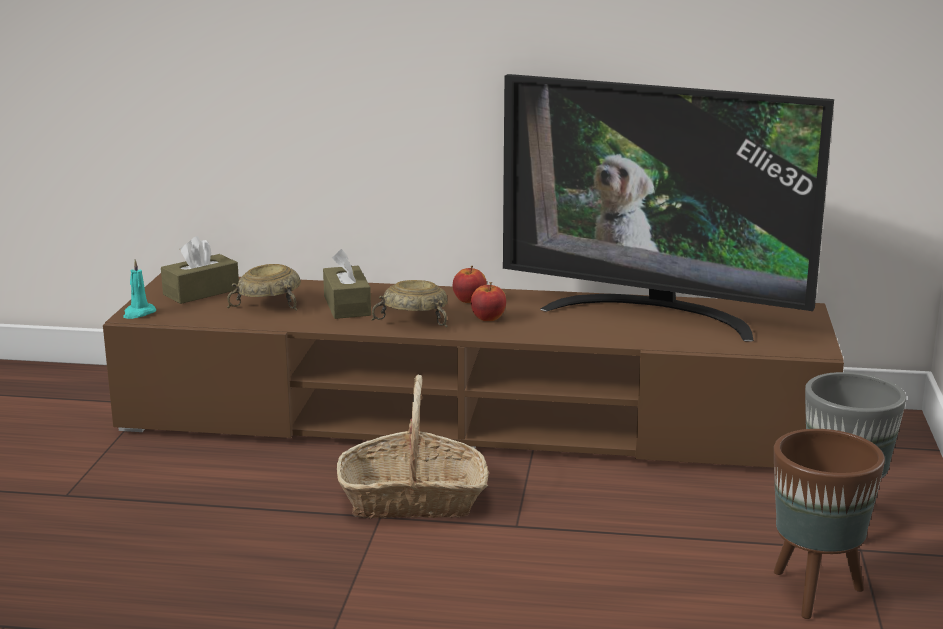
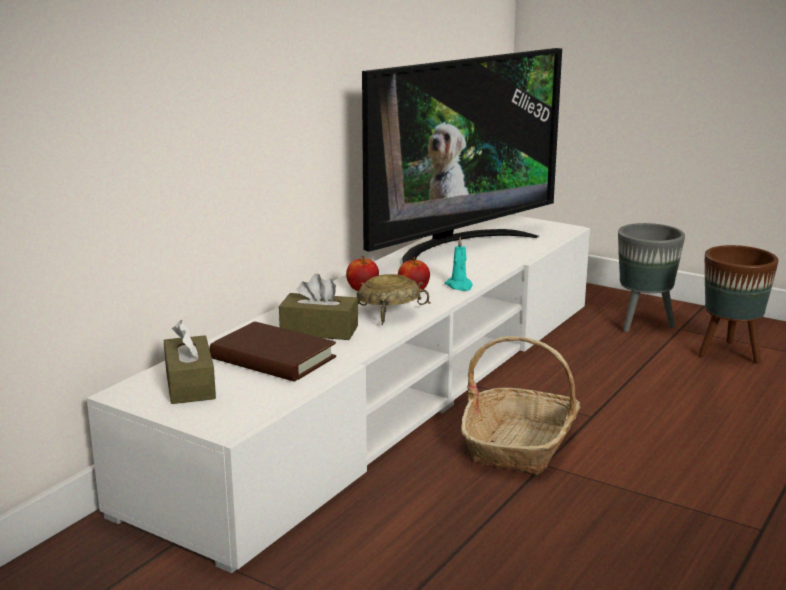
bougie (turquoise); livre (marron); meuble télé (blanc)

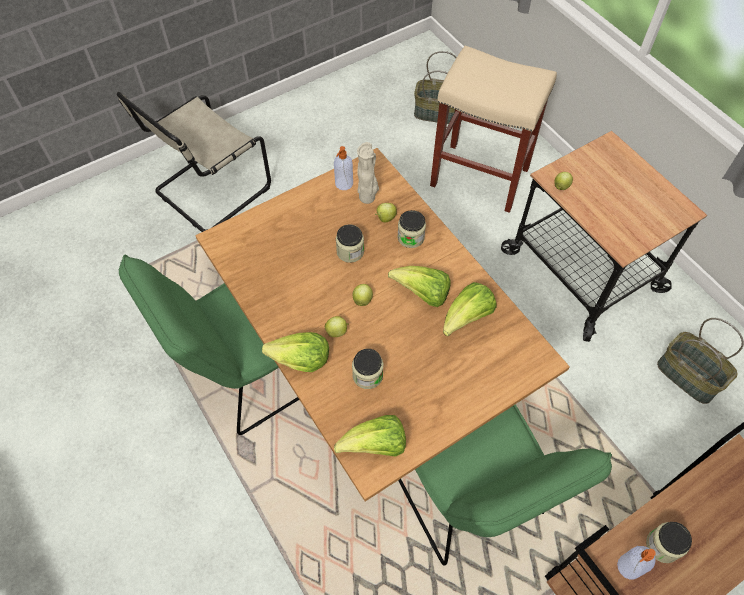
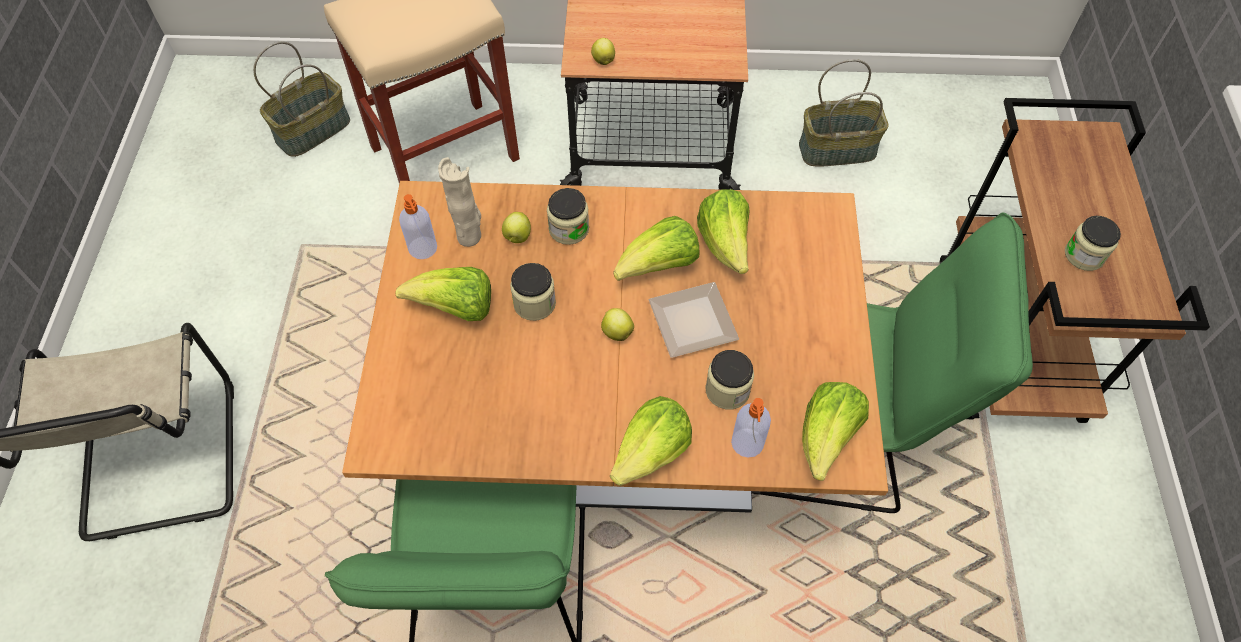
pomme (no. 1 from left in the first image); laitue (no. 1 from left); assiette; distributeur de savon (no. 2 from left)

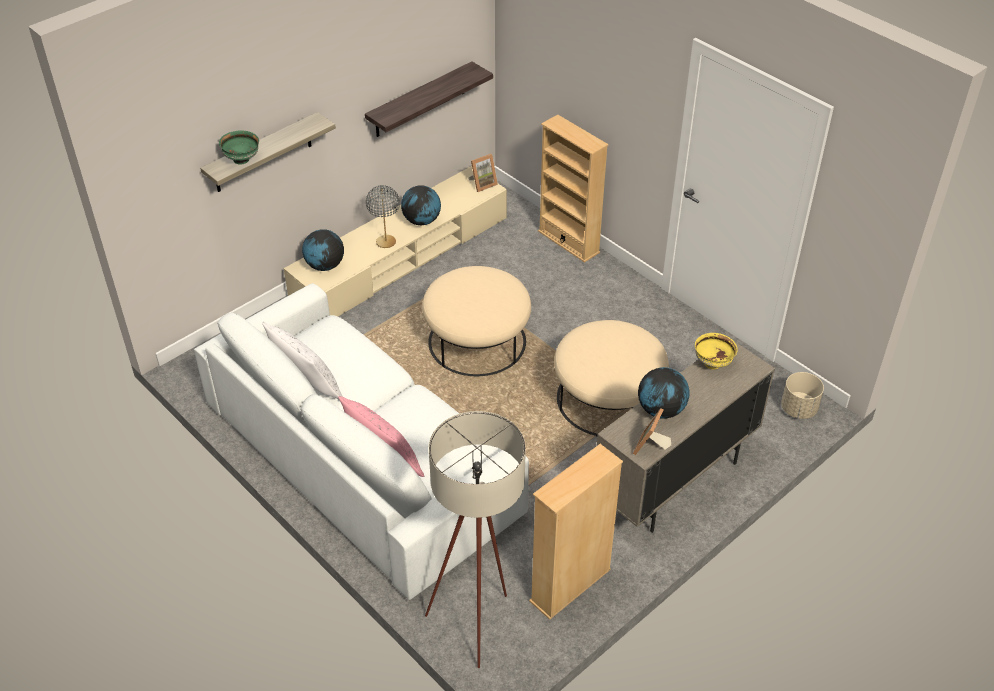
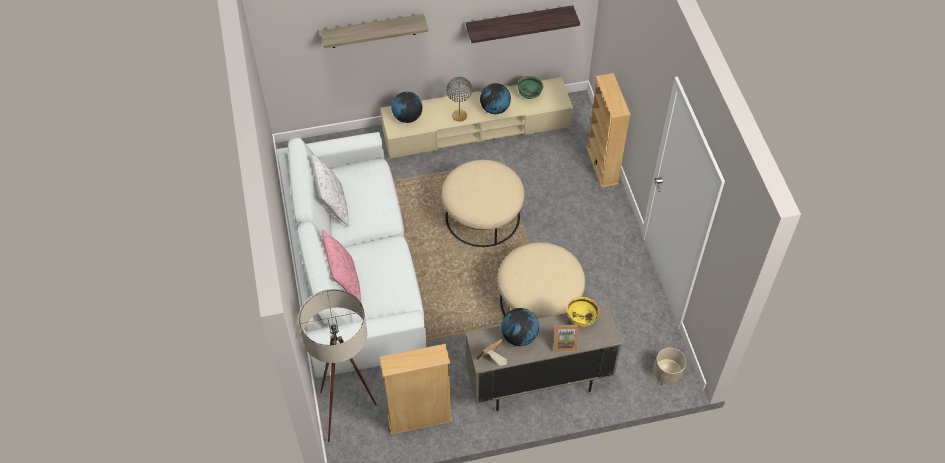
bol (vert); cadre photo (no. 2 from left)

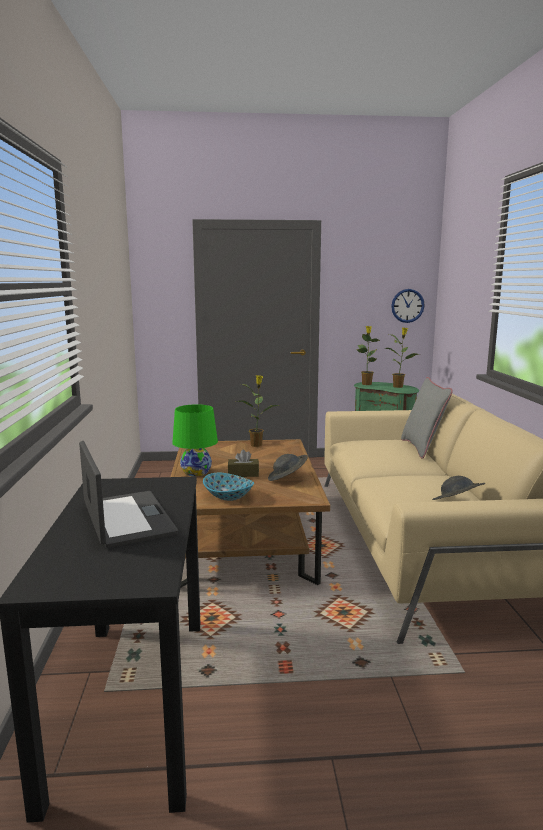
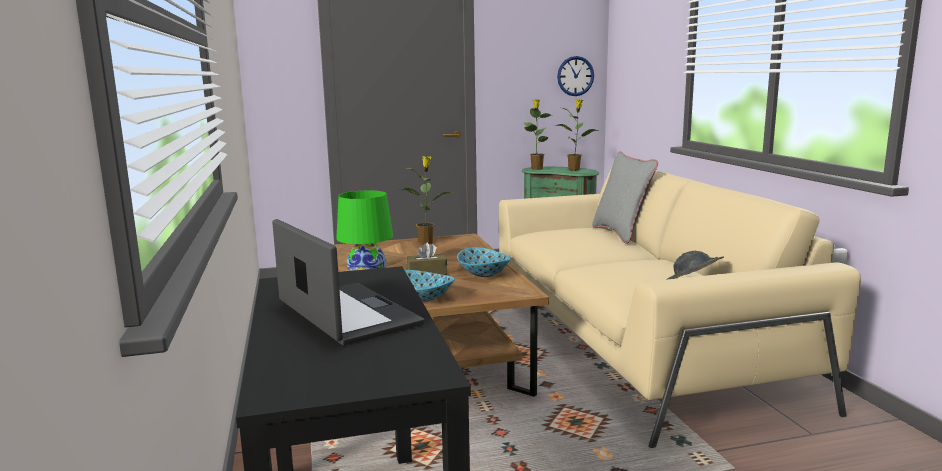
bol (no. 2 from left)

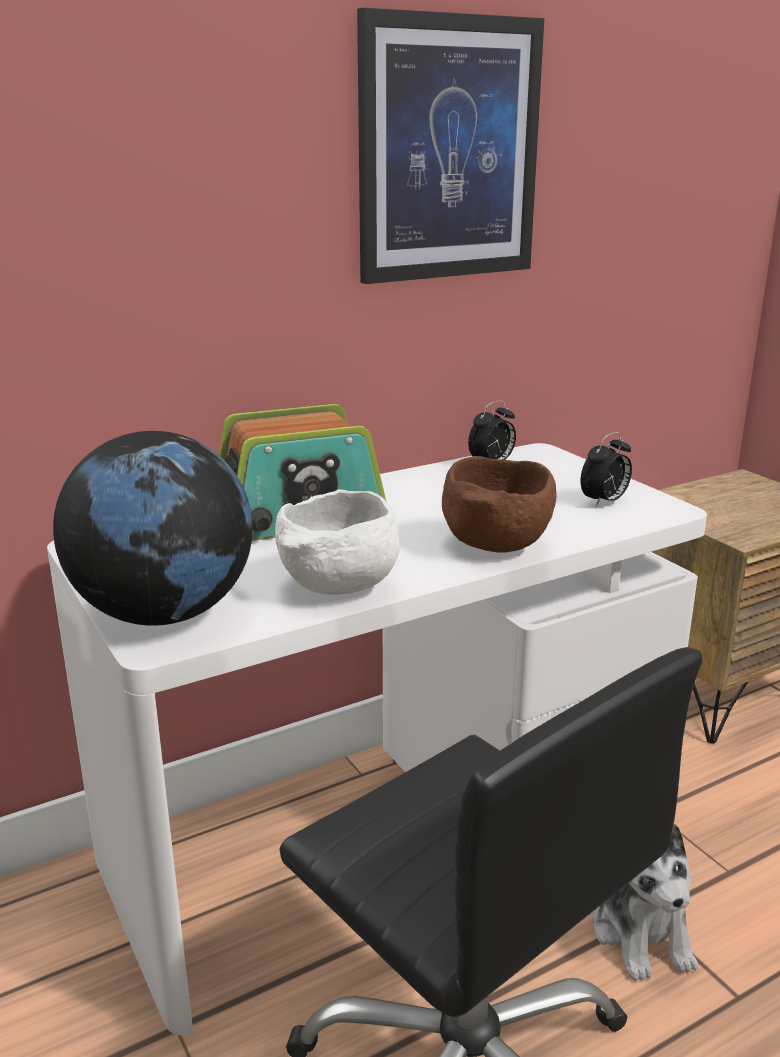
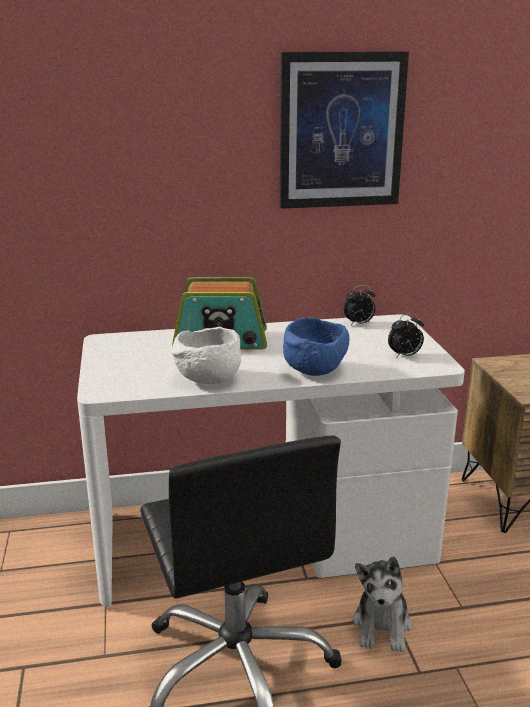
globe; bol (bleu)

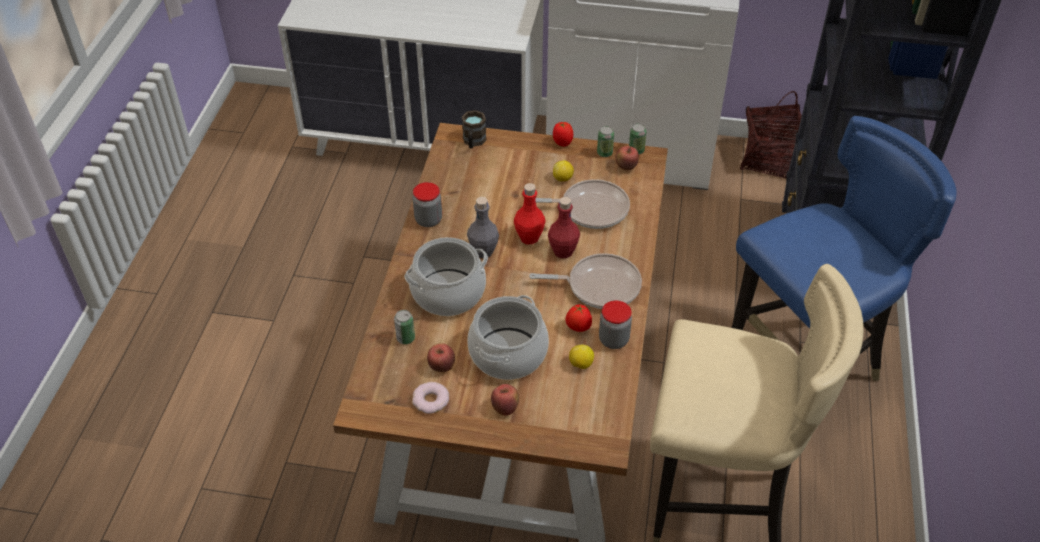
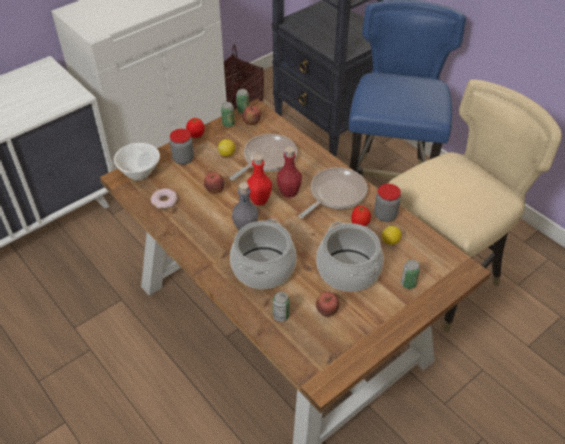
boîte métallique (no. 4 from left); beignet; bocal (no. 1 from left); pomme (no. 1 from left); bol (blanc)

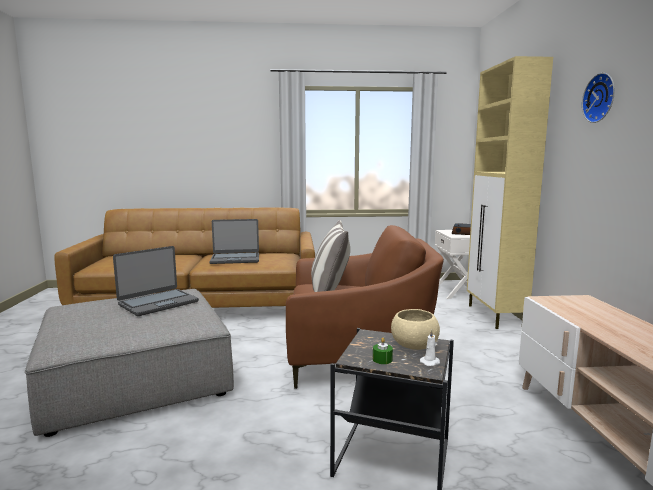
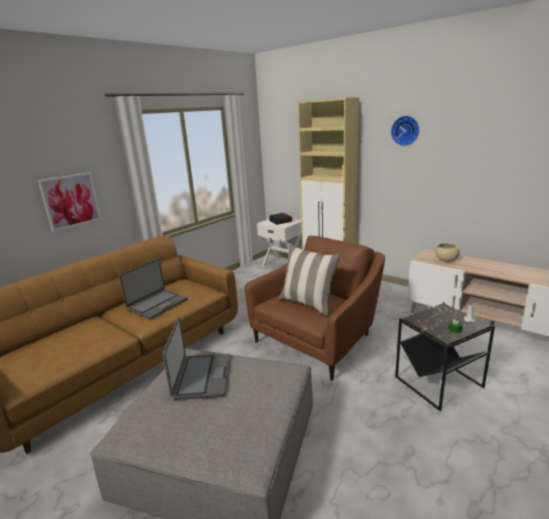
tableau; bol (beige)

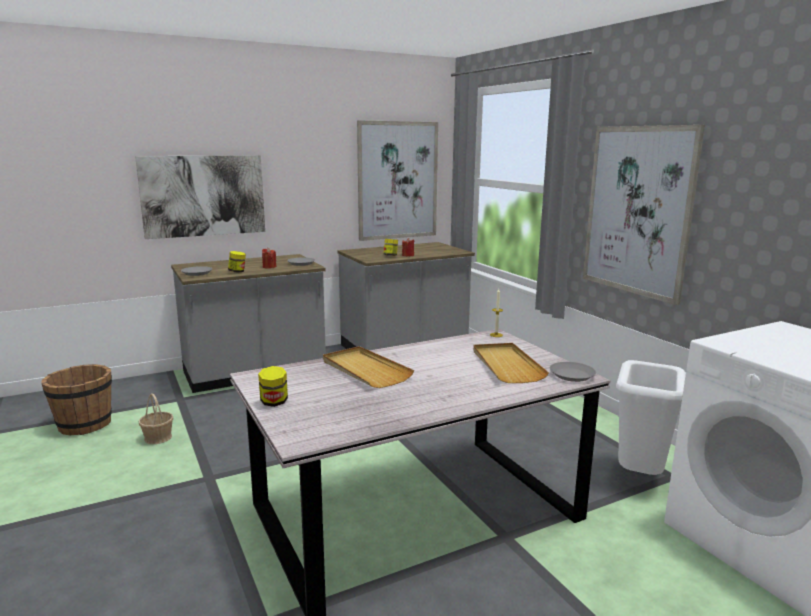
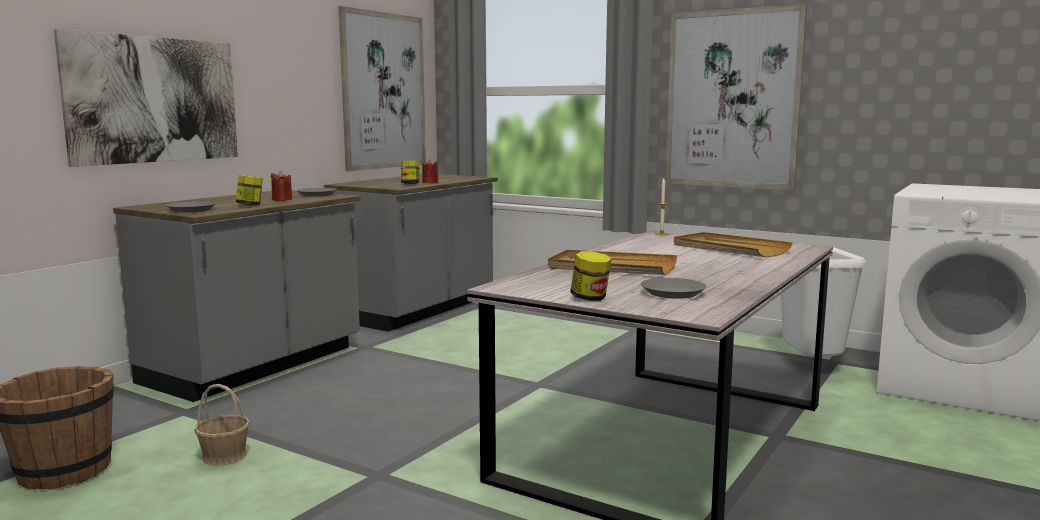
assiette (gris) (no. 3 from left)

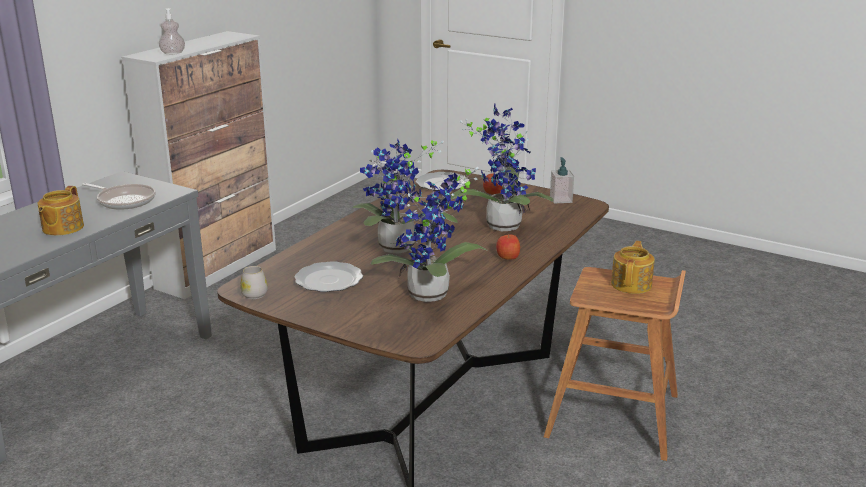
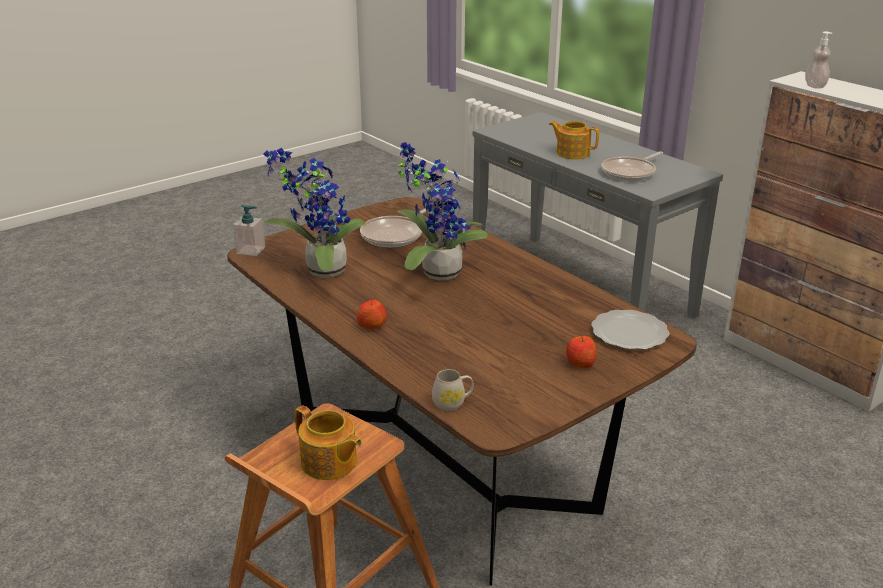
plante en pot (no. 3 from left in the first image); mug (blanc); distributeur de savon (no. 1 from left); poêle (no. 1 from left)

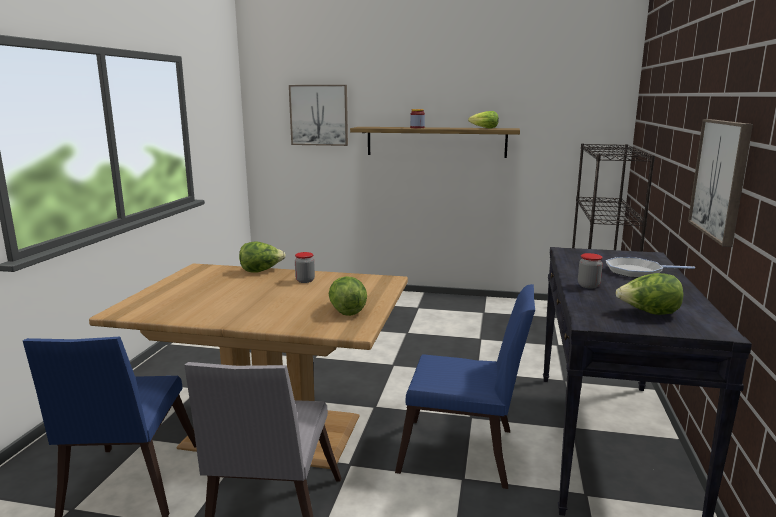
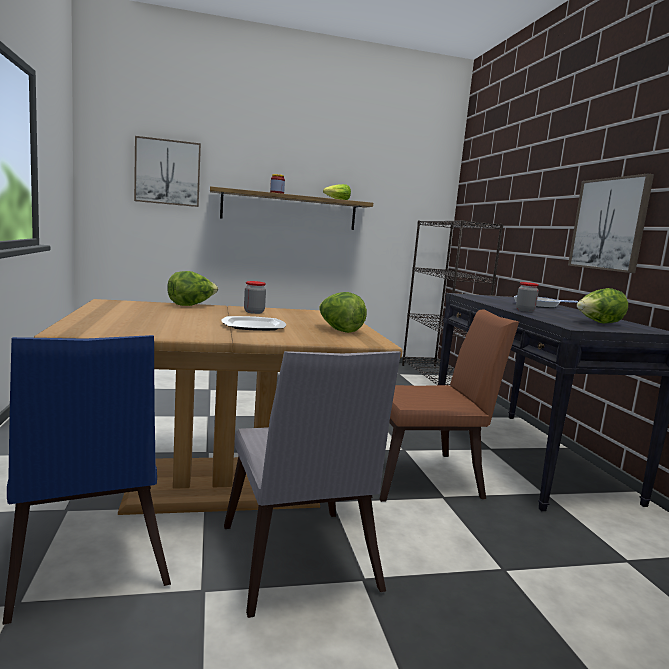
assiette; chaise (marron)

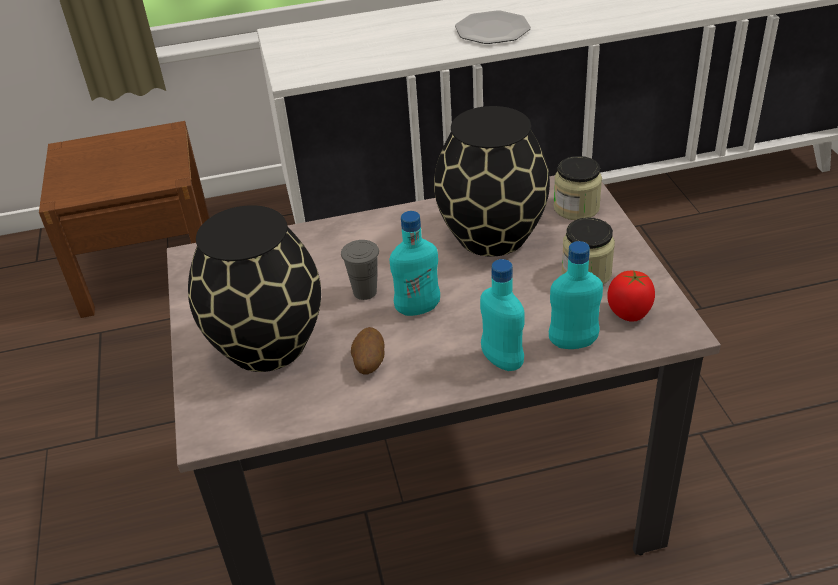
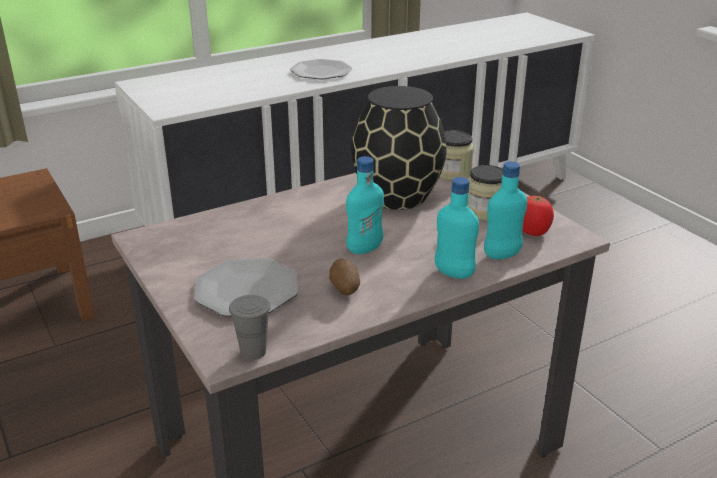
tasse (gris); assiette (no. 1 from left)

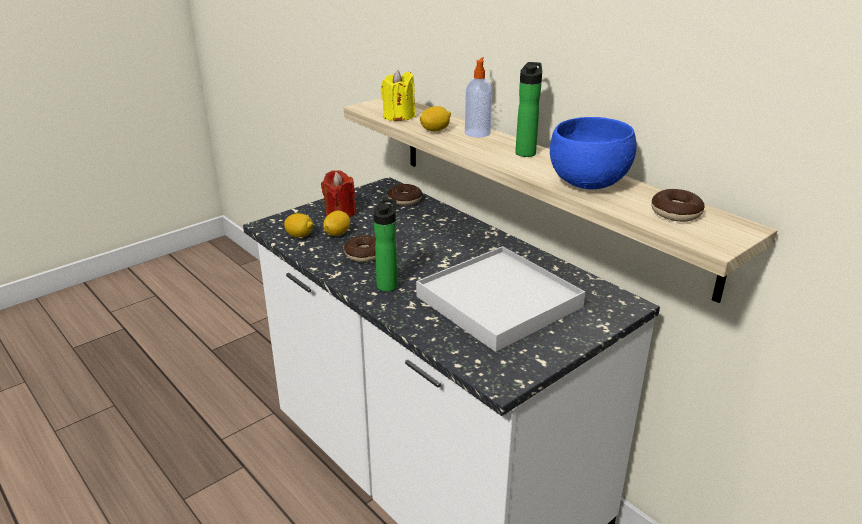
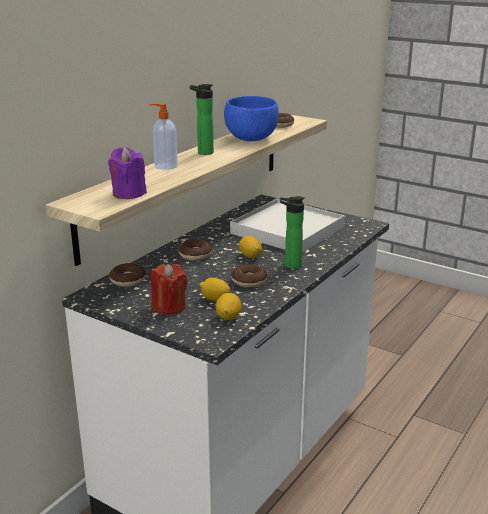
beignet (no. 2 from left); citron (no. 3 from left); bougie (violet)

